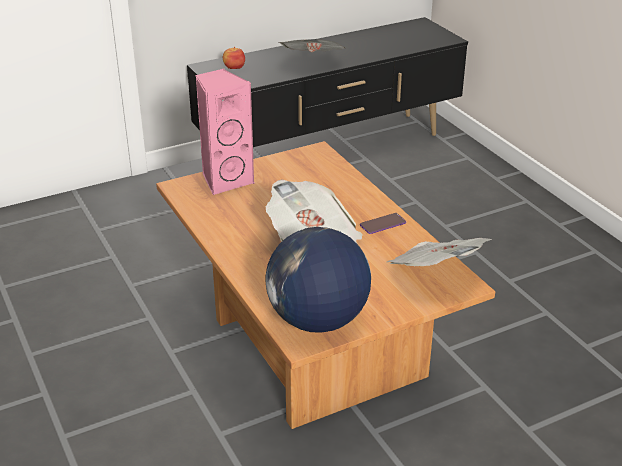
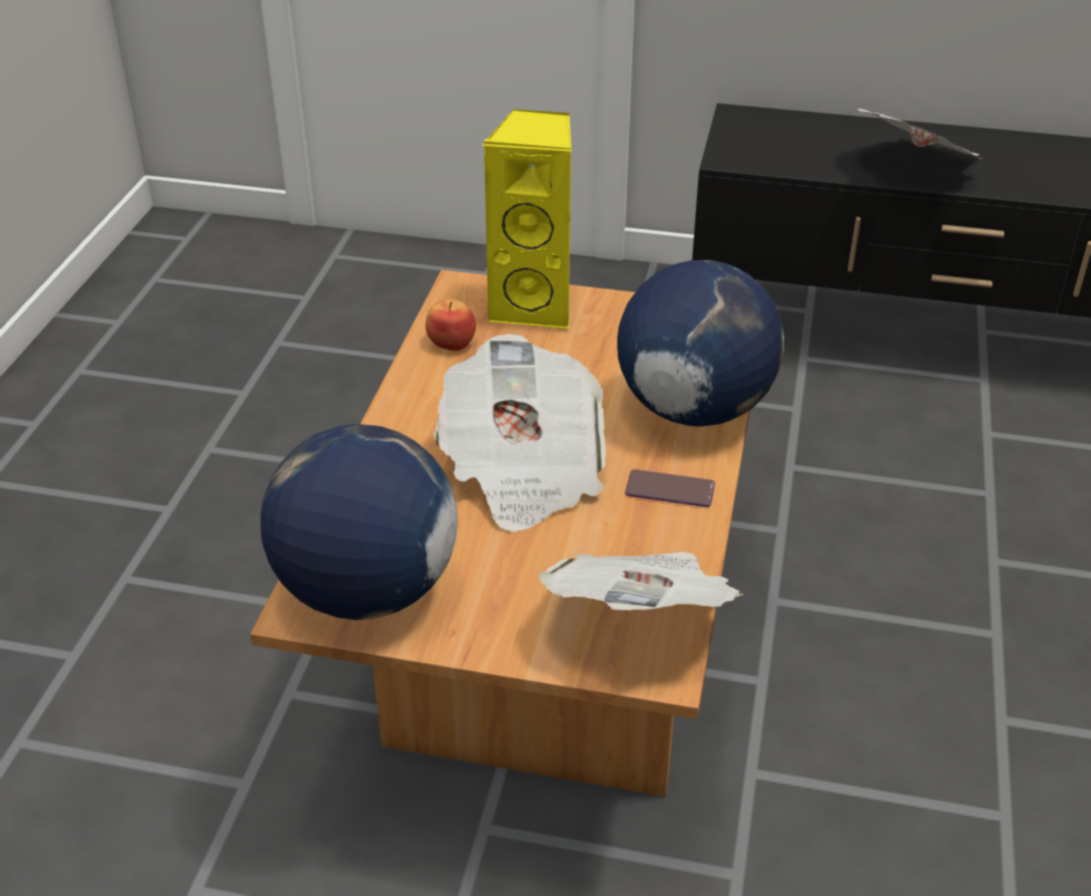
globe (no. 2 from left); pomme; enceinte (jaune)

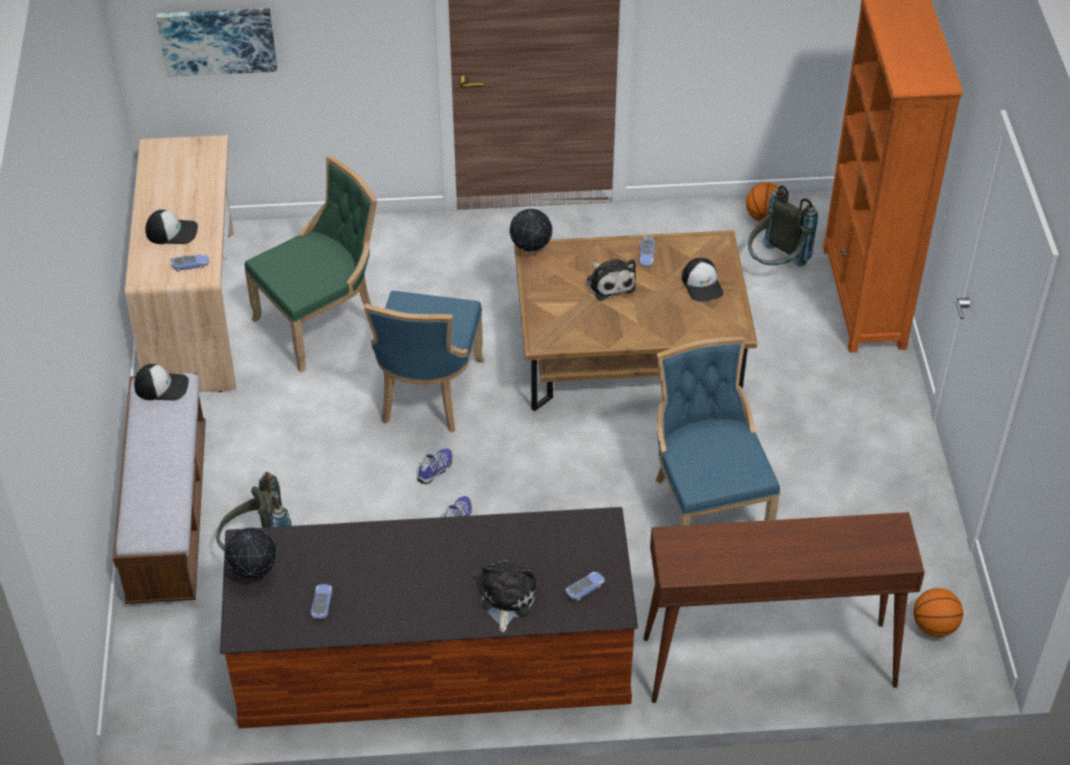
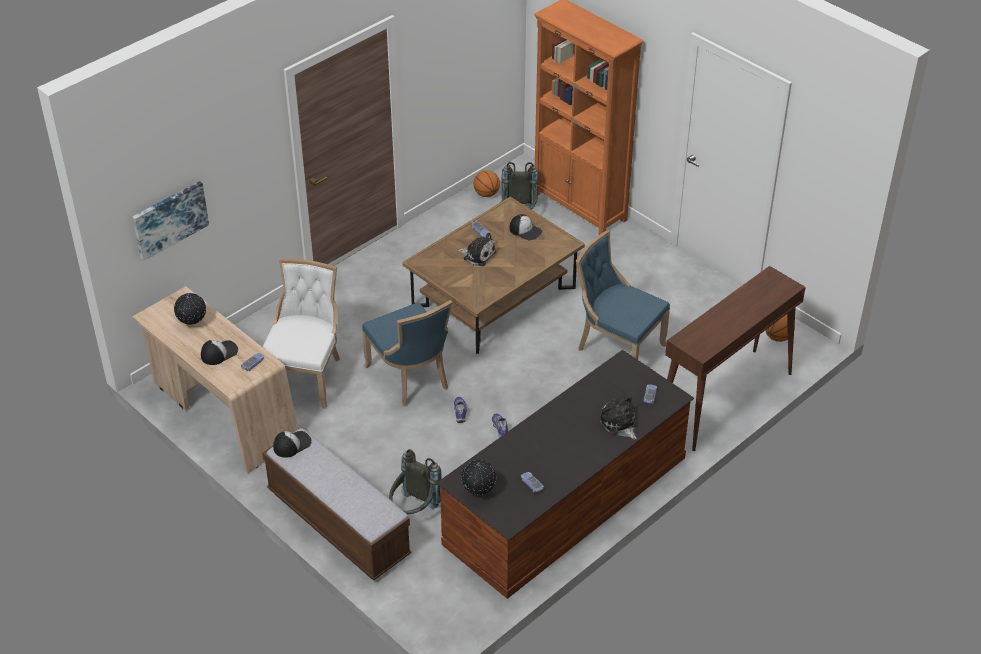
globe (no. 1 from left); chaise (blanc)

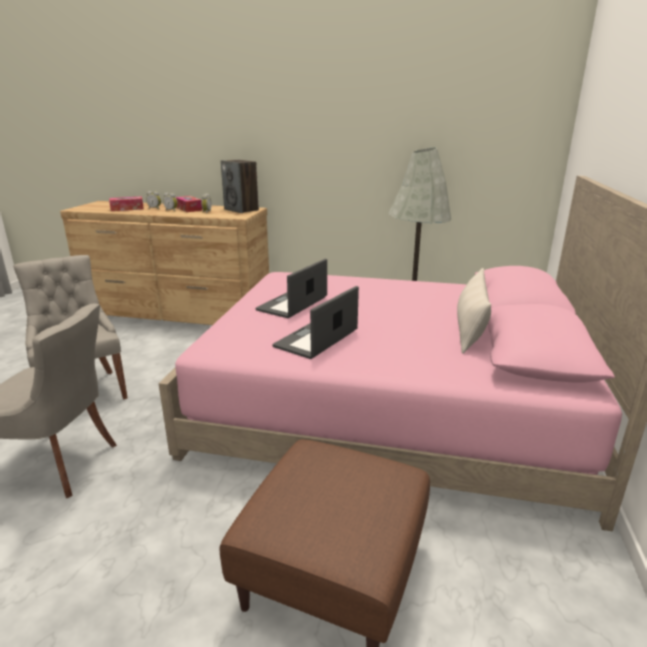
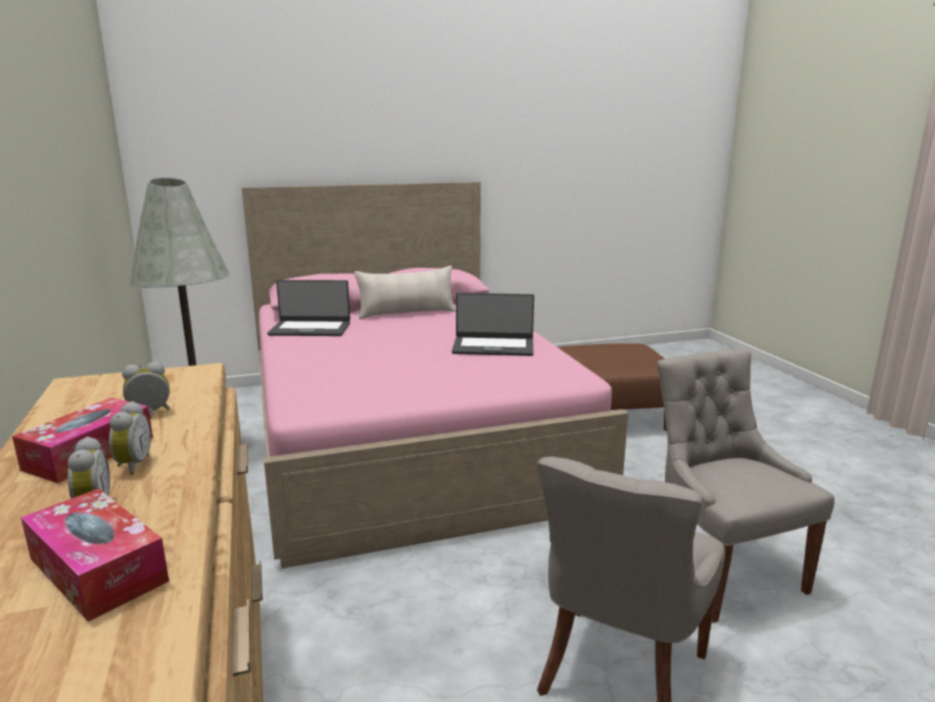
enceinte; ordinateur portable (no. 1 from left)

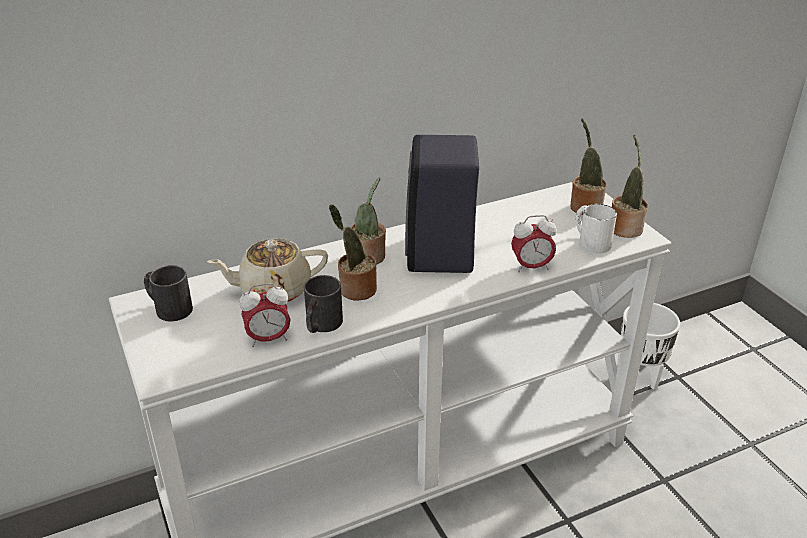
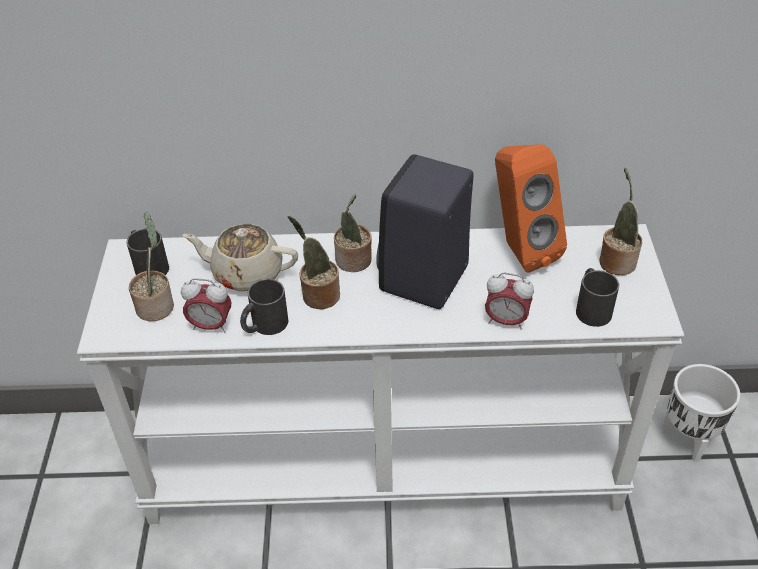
enceinte (orange); plante en pot (no. 1 from left); mug (noir) (no. 3 from left)

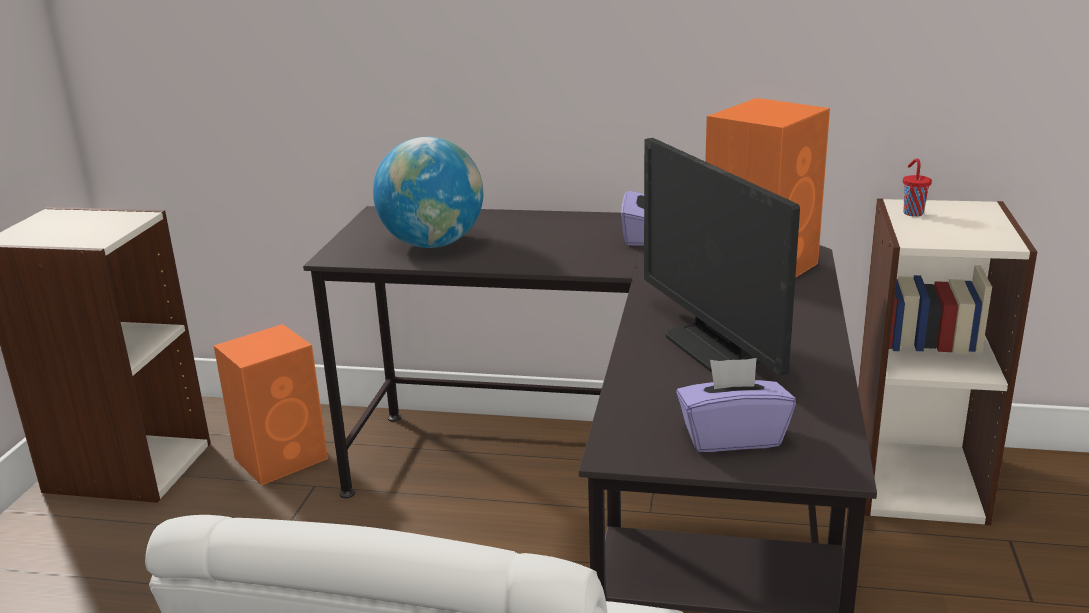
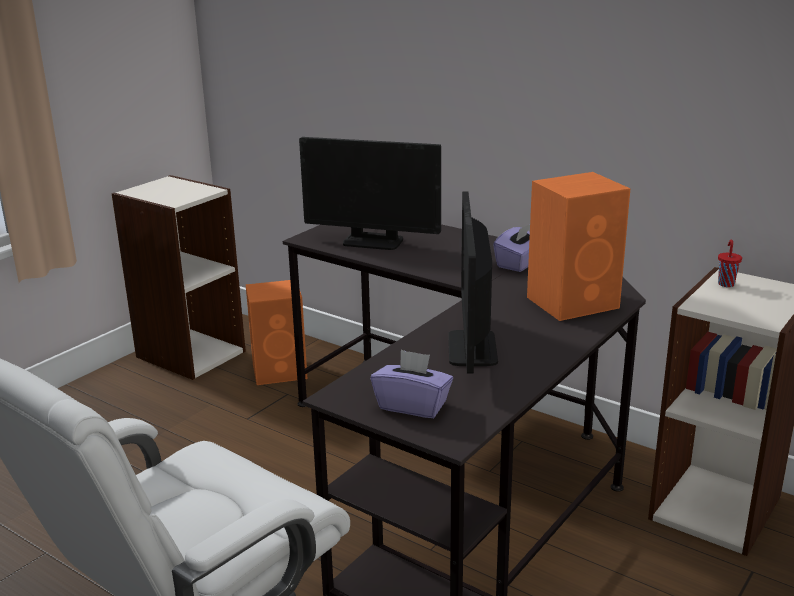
écran d'ordinateur (no. 1 from left)

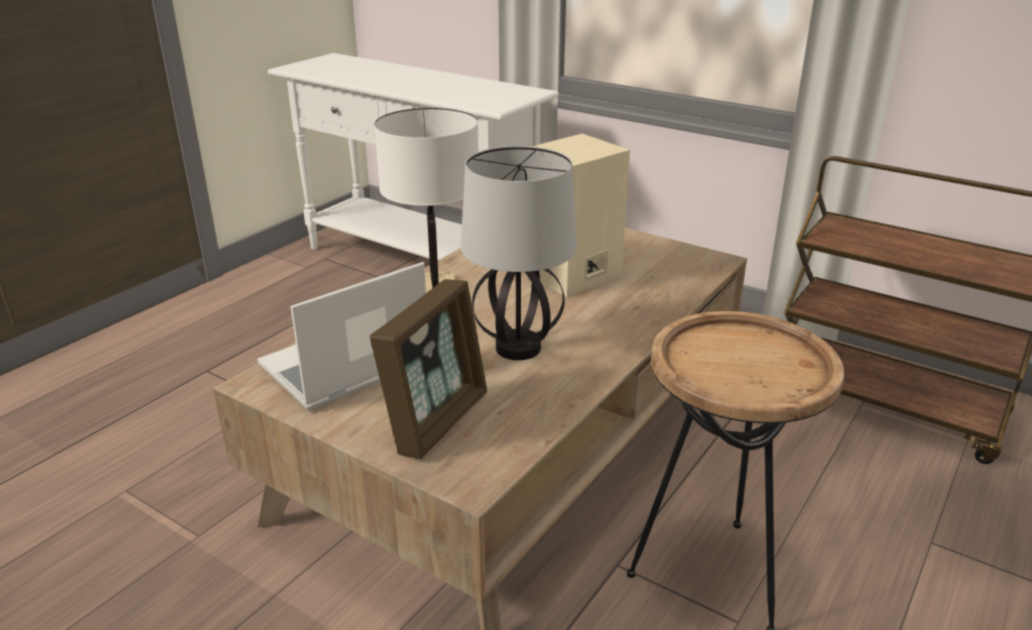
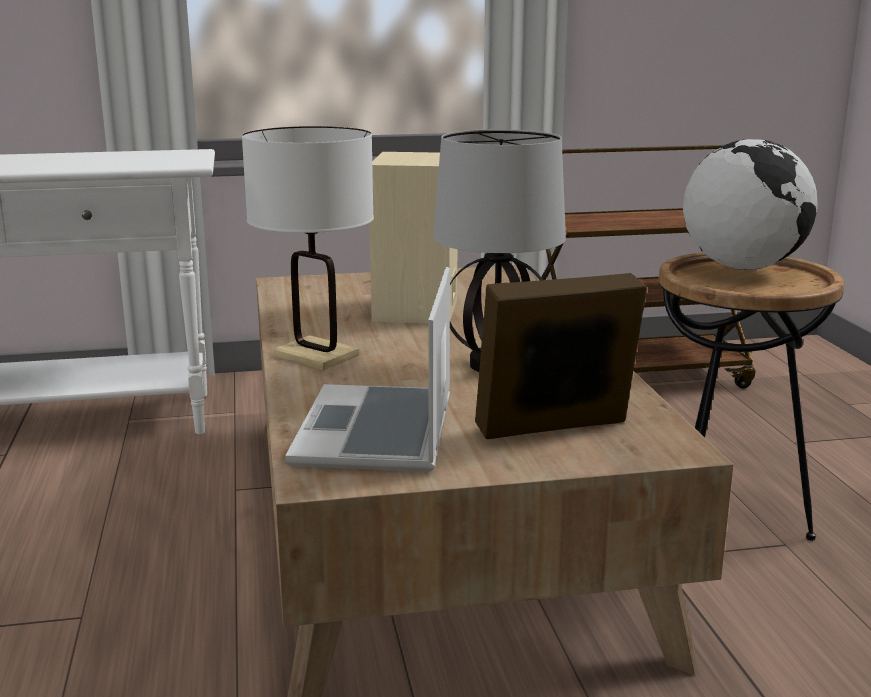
globe; cadre photo

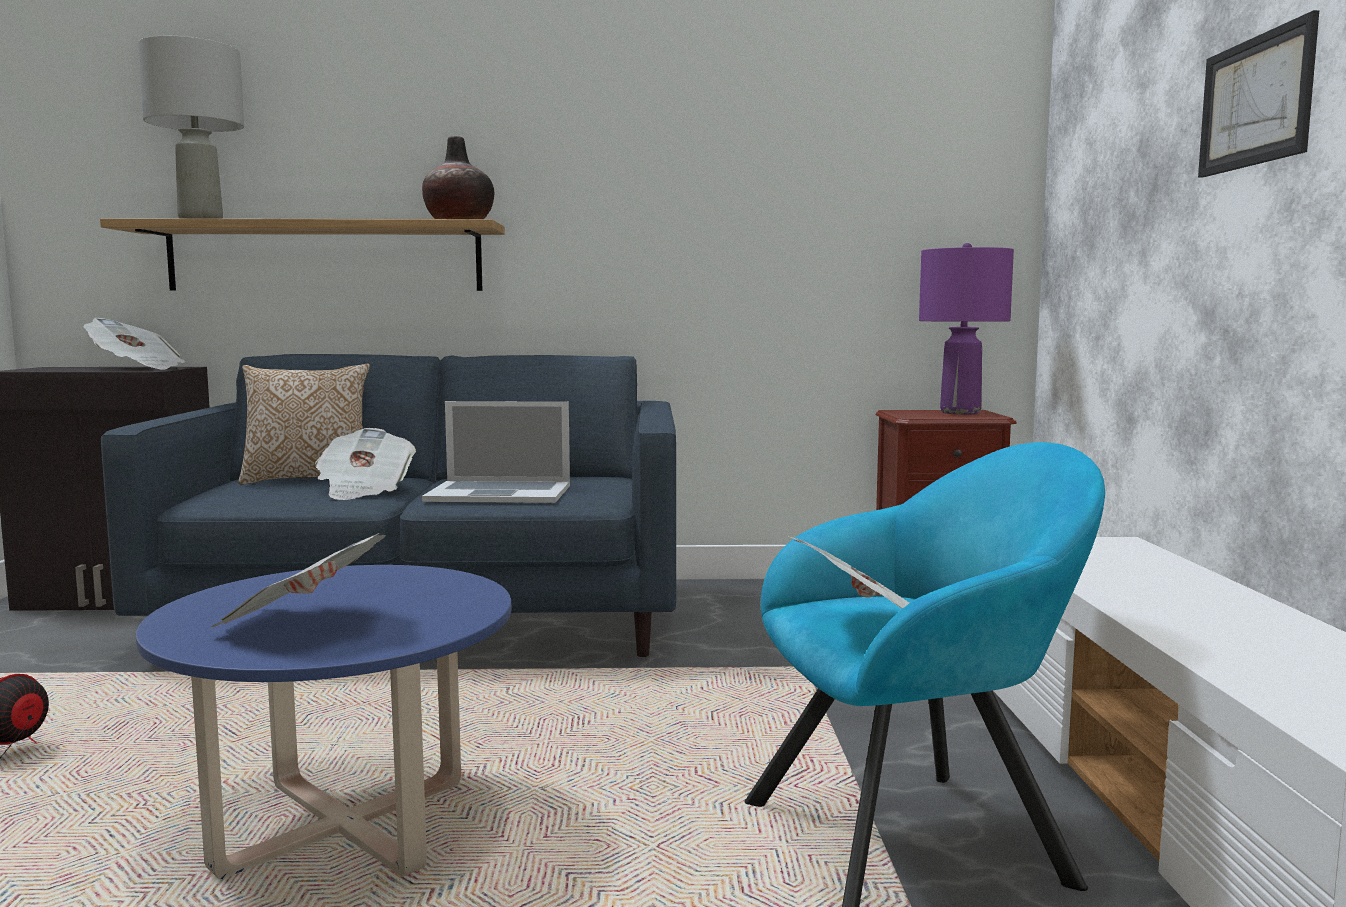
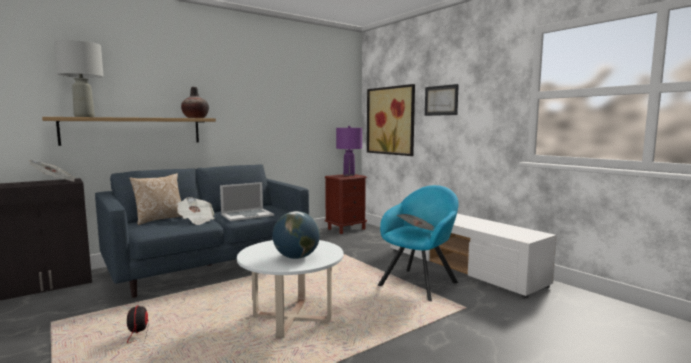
tableau (no. 1 from left); globe; table basse (blanc)

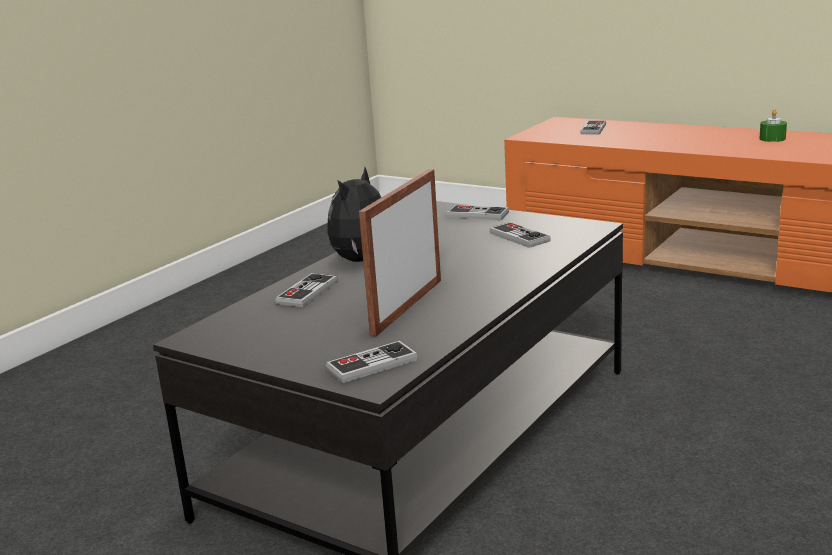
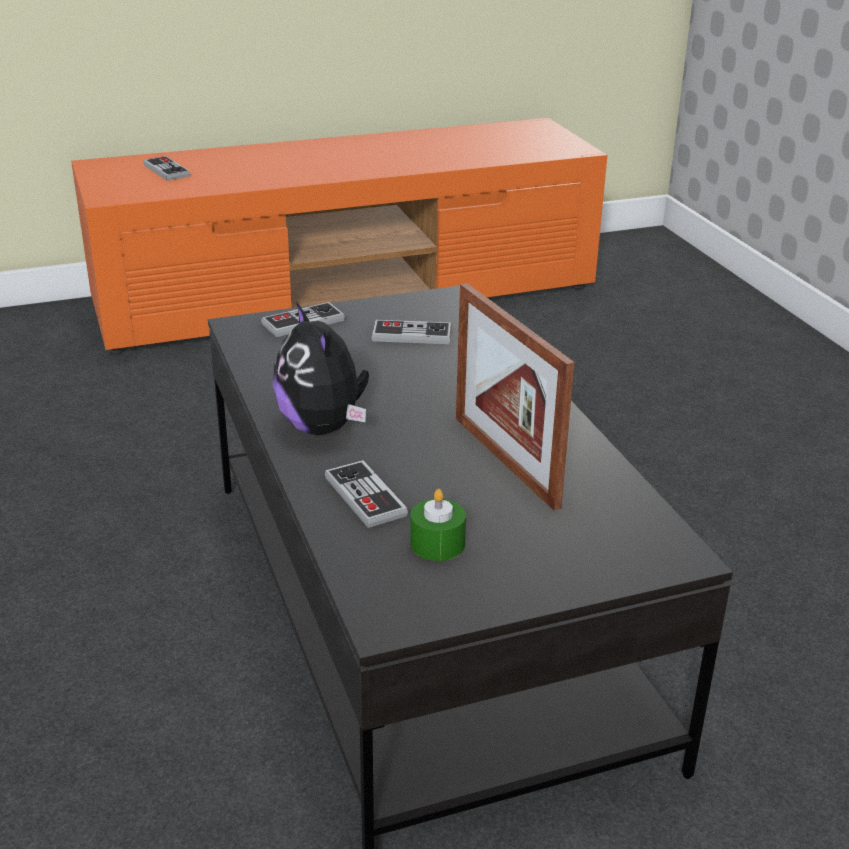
manette (no. 2 from left in the first image); bougie (vert)

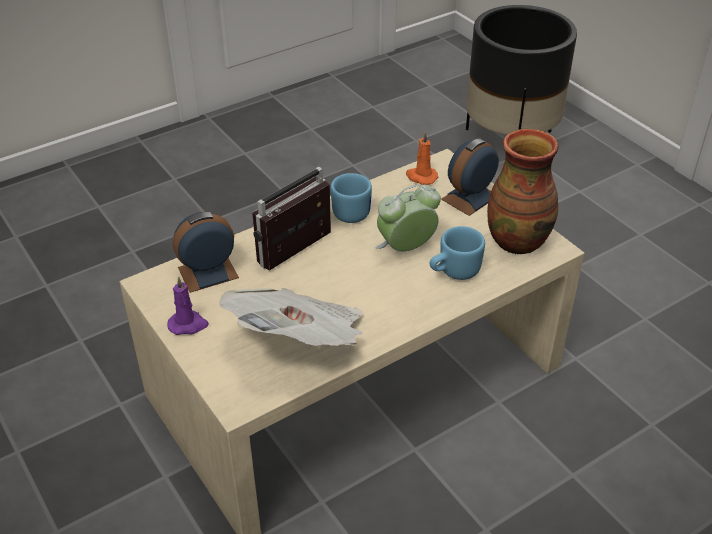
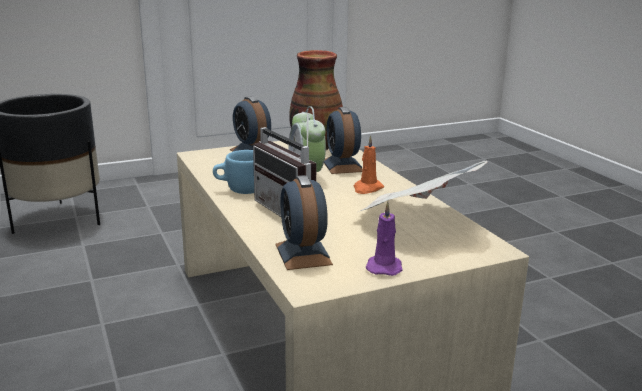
bougie (orange); réveil (no. 4 from left)

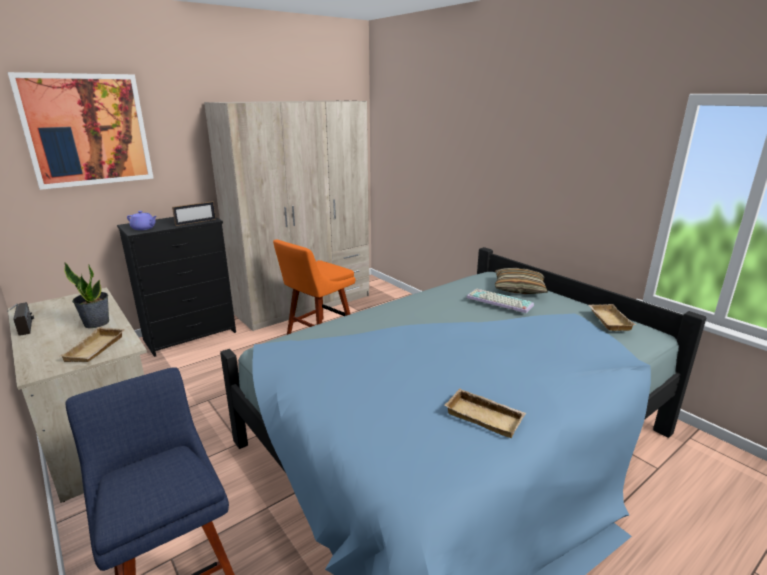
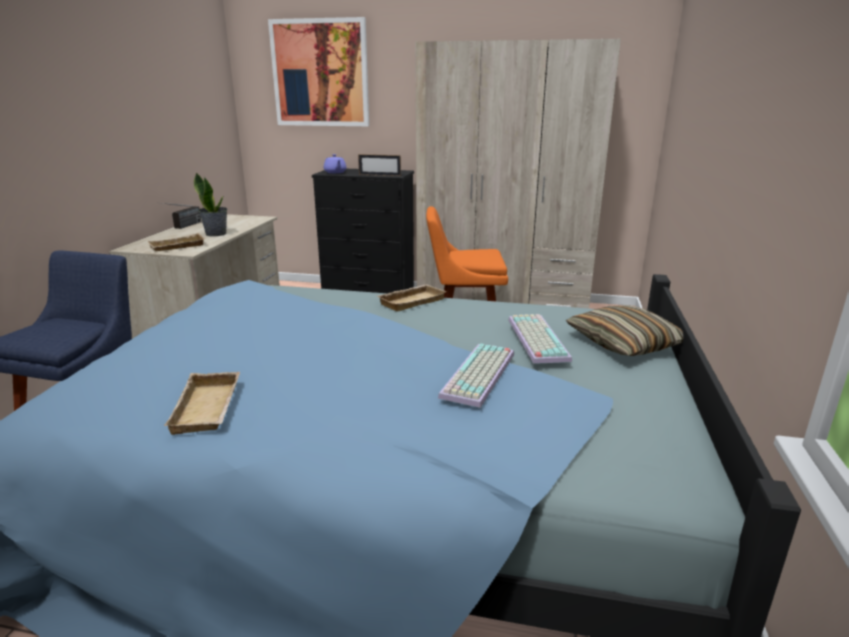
clavier (no. 1 from left); plateau (beige) (no. 3 from left)

